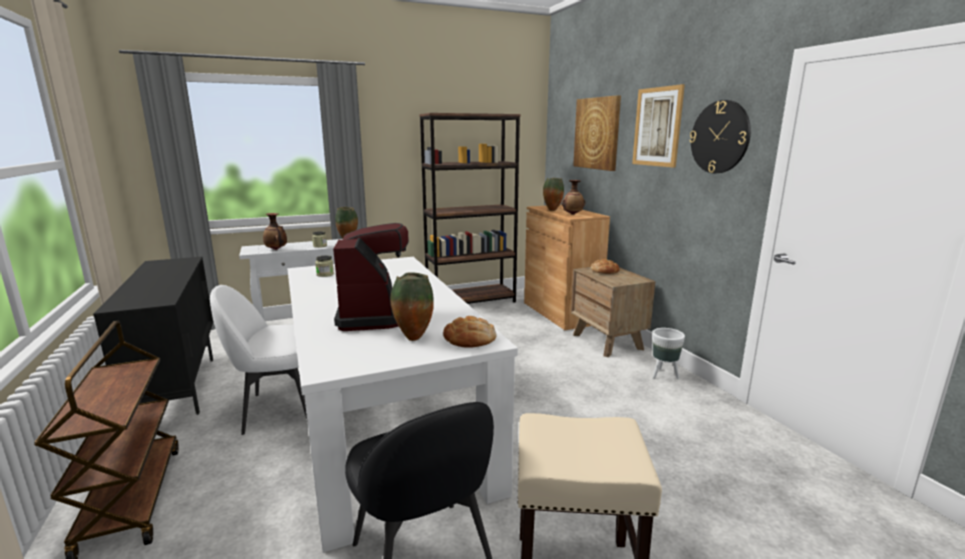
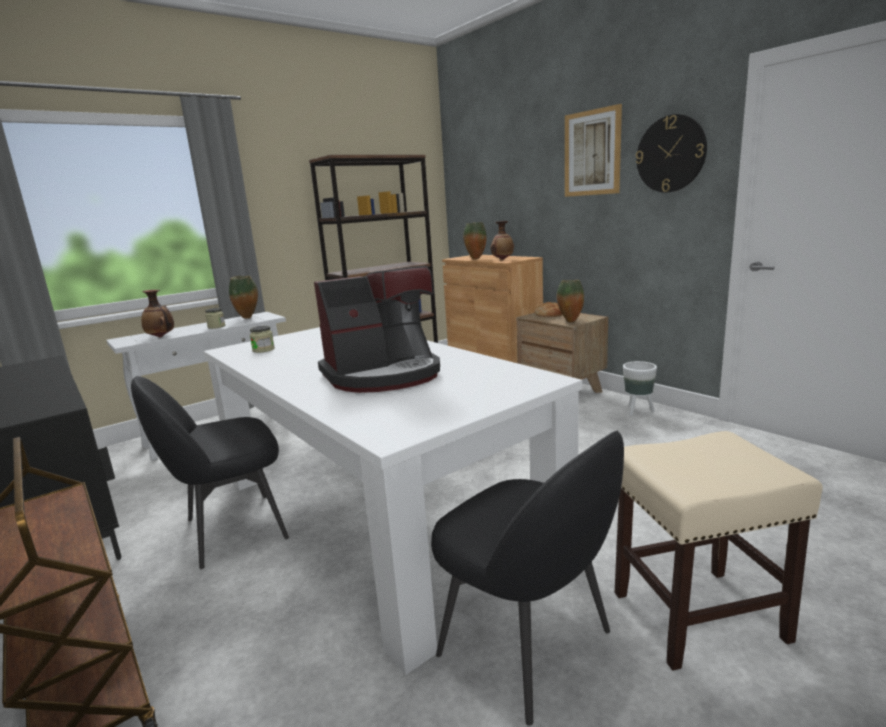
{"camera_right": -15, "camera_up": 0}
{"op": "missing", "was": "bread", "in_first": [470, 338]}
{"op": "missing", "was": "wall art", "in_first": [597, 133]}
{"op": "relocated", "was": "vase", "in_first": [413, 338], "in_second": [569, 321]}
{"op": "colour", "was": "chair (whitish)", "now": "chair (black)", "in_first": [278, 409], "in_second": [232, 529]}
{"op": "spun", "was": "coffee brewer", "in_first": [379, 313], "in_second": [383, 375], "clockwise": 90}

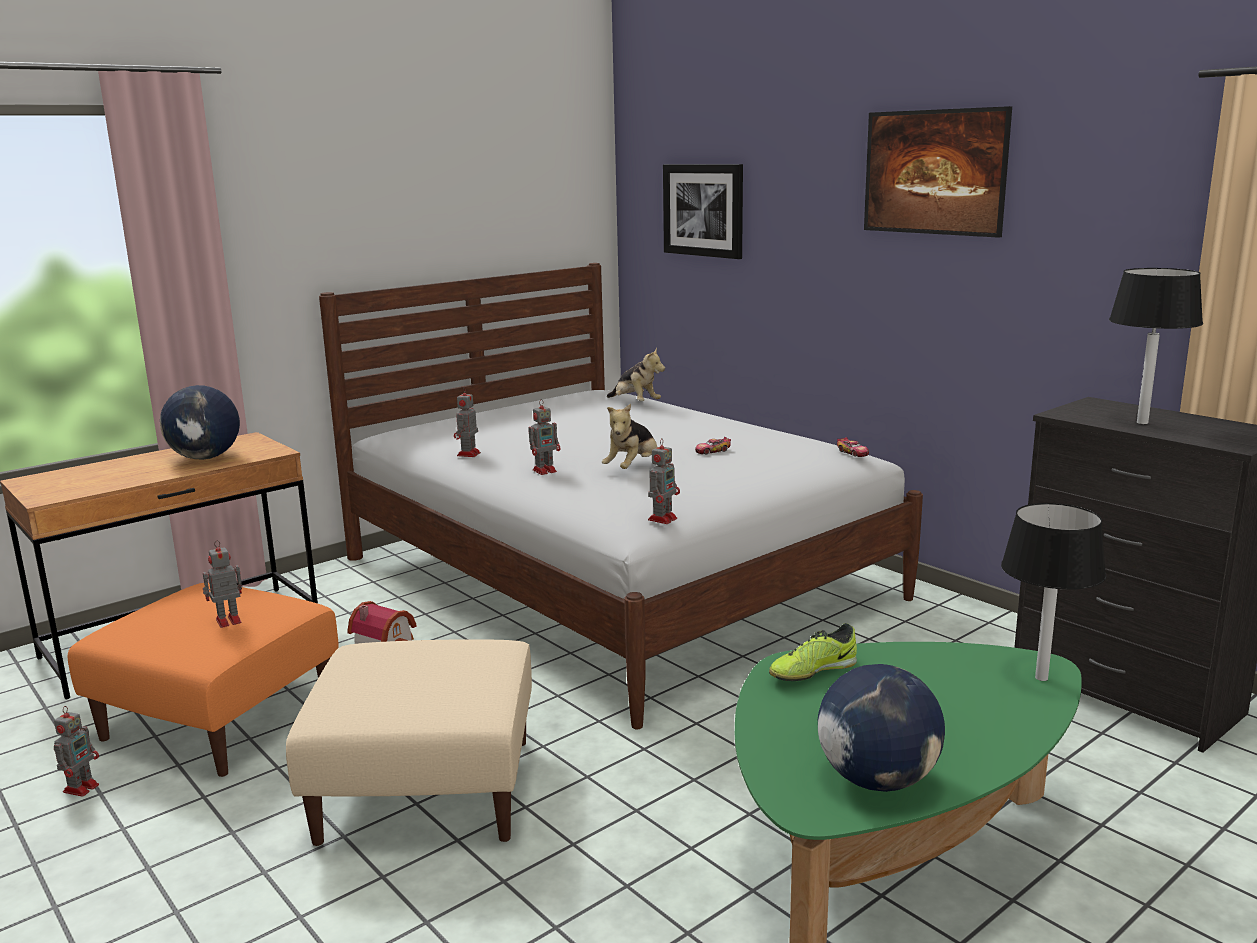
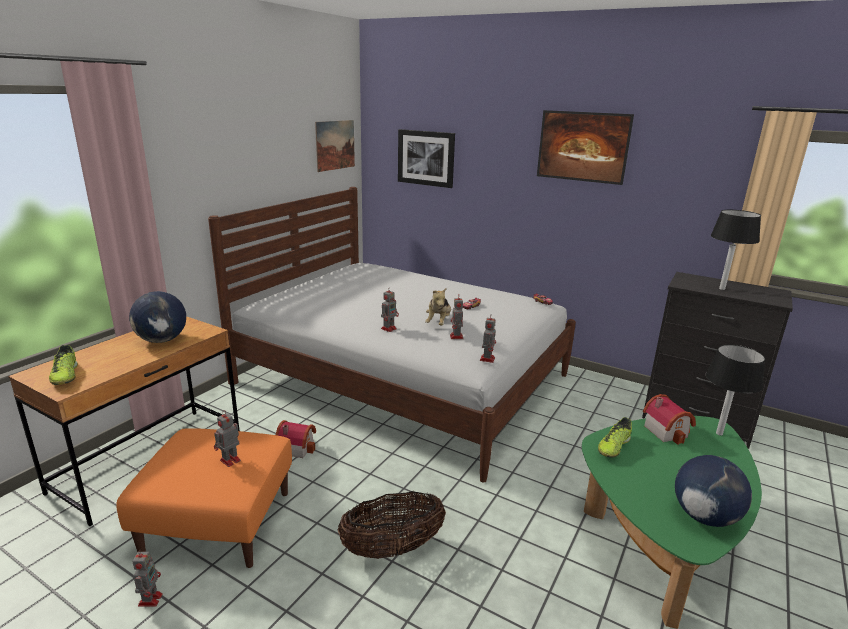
{"camera_right": -20, "camera_up": 5}
{"op": "missing", "was": "cuddly toy", "in_first": [635, 403]}
{"op": "appeared", "now": "item of footwear", "in_second": [65, 376]}
{"op": "appeared", "now": "wall art", "in_second": [335, 145]}
{"op": "appeared", "now": "toy house", "in_second": [667, 430]}
{"op": "relocated", "was": "toy robot", "in_first": [468, 454], "in_second": [456, 337]}
{"op": "exchanged", "was": "pouffe (sand-coloured)", "now": "storage basket", "in_first": [428, 789], "in_second": [392, 548]}

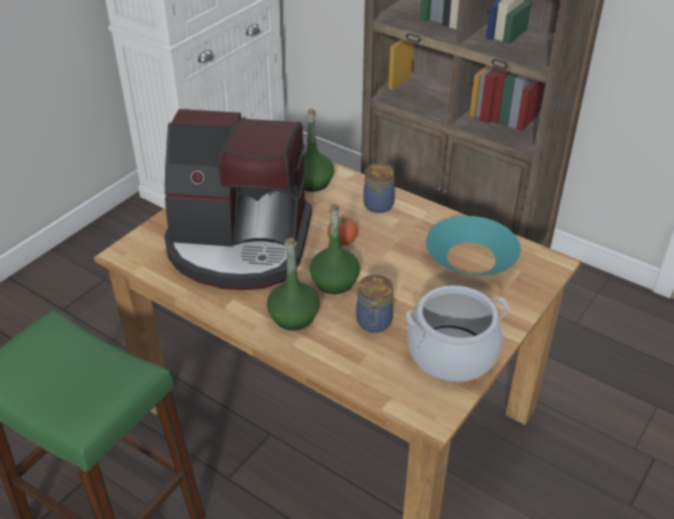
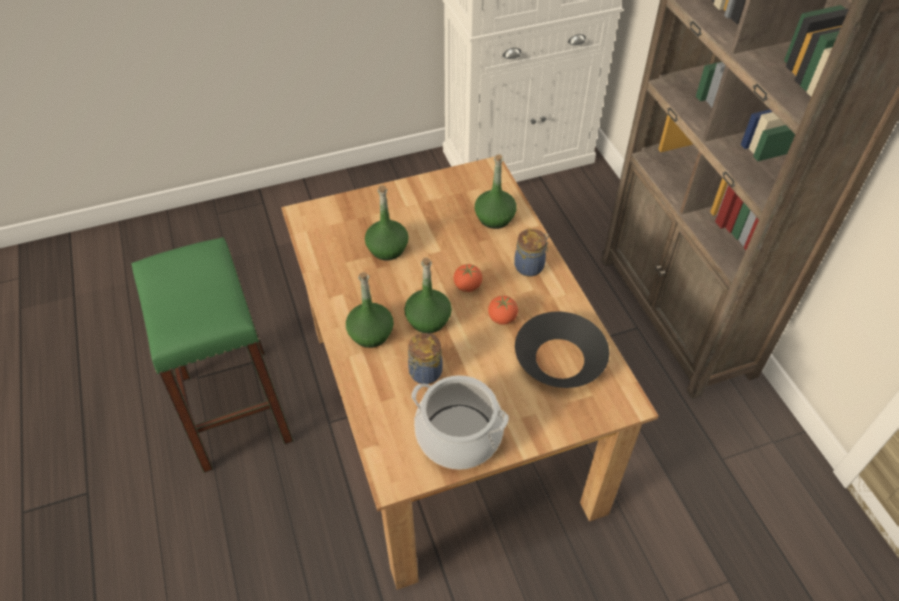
{"camera_right": 35, "camera_up": 10}
{"op": "appeared", "now": "whole tomato", "in_second": [502, 318]}
{"op": "exchanged", "was": "coffee brewer", "now": "drink bottle (green-coloured)", "in_first": [239, 245], "in_second": [387, 249]}
{"op": "colour", "was": "serving bowl (blue-green)", "now": "serving bowl (black)", "in_first": [471, 258], "in_second": [559, 358]}

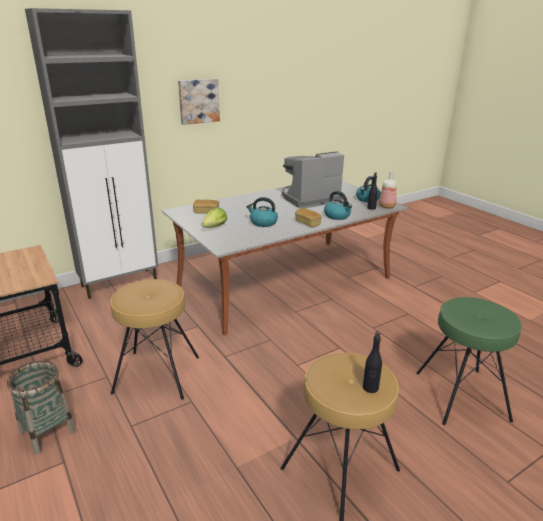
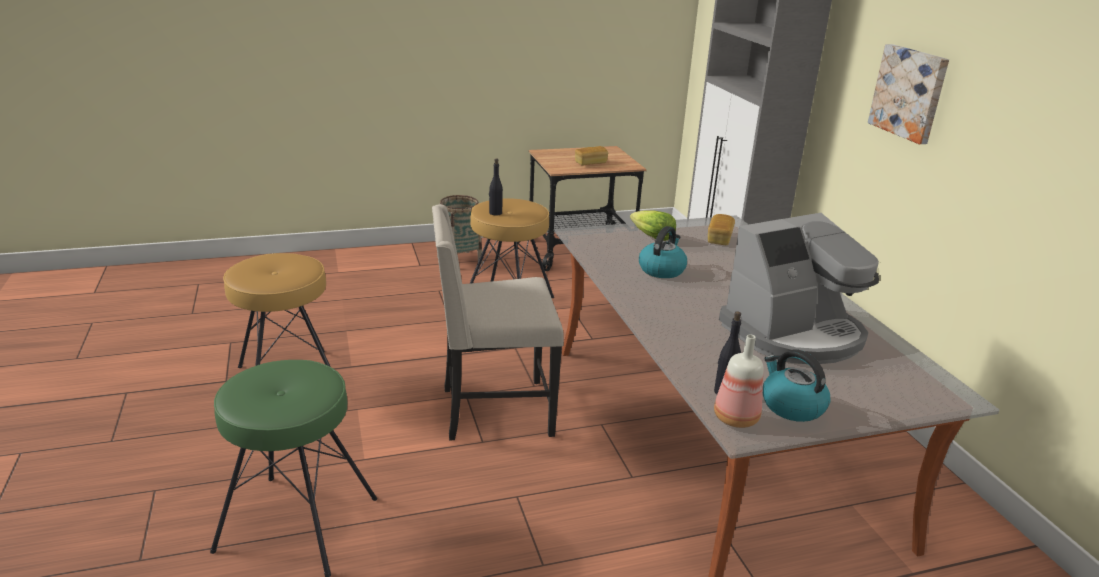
{"camera_right": 105, "camera_up": 0}
{"op": "missing", "was": "water kettle", "in_first": [337, 216]}
{"op": "appeared", "now": "chair (sand-coloured)", "in_second": [494, 411]}
{"op": "relocated", "was": "bread", "in_first": [307, 223], "in_second": [590, 163]}
{"op": "relocated", "was": "drink bottle (black)", "in_first": [370, 388], "in_second": [495, 213]}
{"op": "spun", "was": "coffee brewer", "in_first": [309, 198], "in_second": [794, 334], "clockwise": 75}

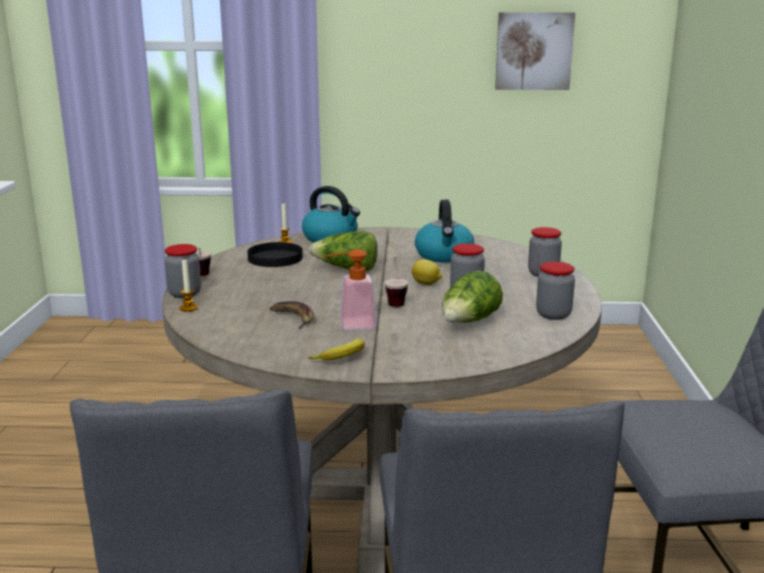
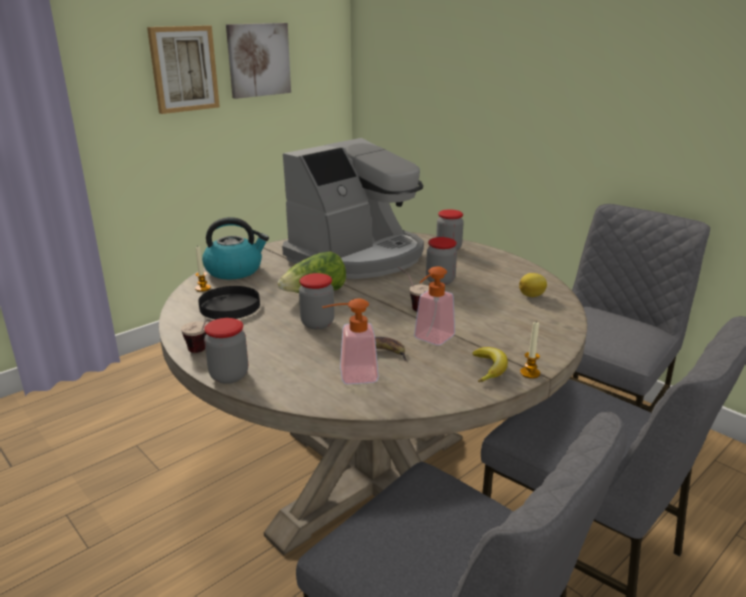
{"camera_right": -45, "camera_up": 5}
{"op": "missing", "was": "lettuce head", "in_first": [469, 322]}
{"op": "appeared", "now": "wall art", "in_second": [183, 69]}
{"op": "appeared", "now": "liquid soap bottle", "in_second": [351, 376]}
{"op": "relocated", "was": "wax light", "in_first": [188, 308], "in_second": [530, 373]}
{"op": "relocated", "was": "citrus fruit", "in_first": [426, 284], "in_second": [532, 295]}
{"op": "relocated", "was": "preserve jar", "in_first": [553, 314], "in_second": [317, 323]}
{"op": "exchanged", "was": "water kettle", "now": "coffee brewer", "in_first": [444, 255], "in_second": [357, 256]}

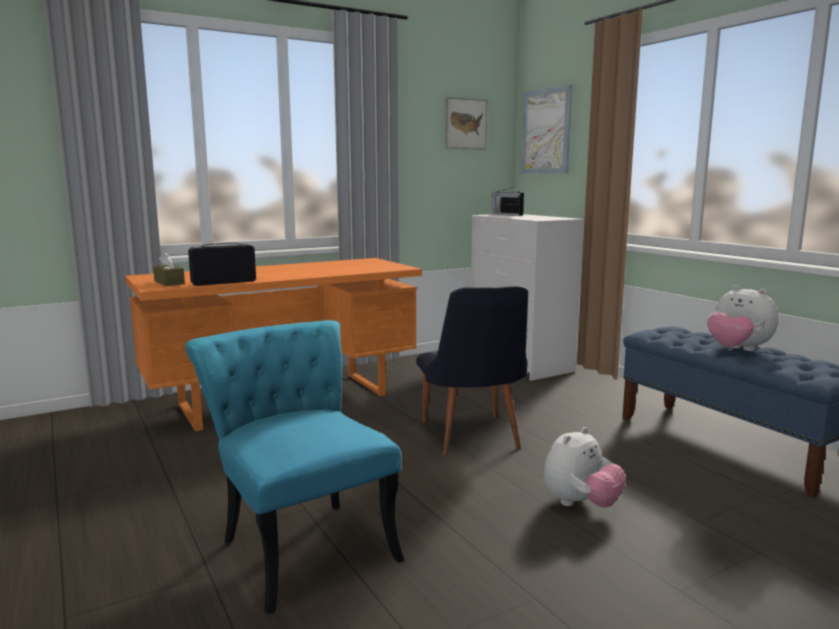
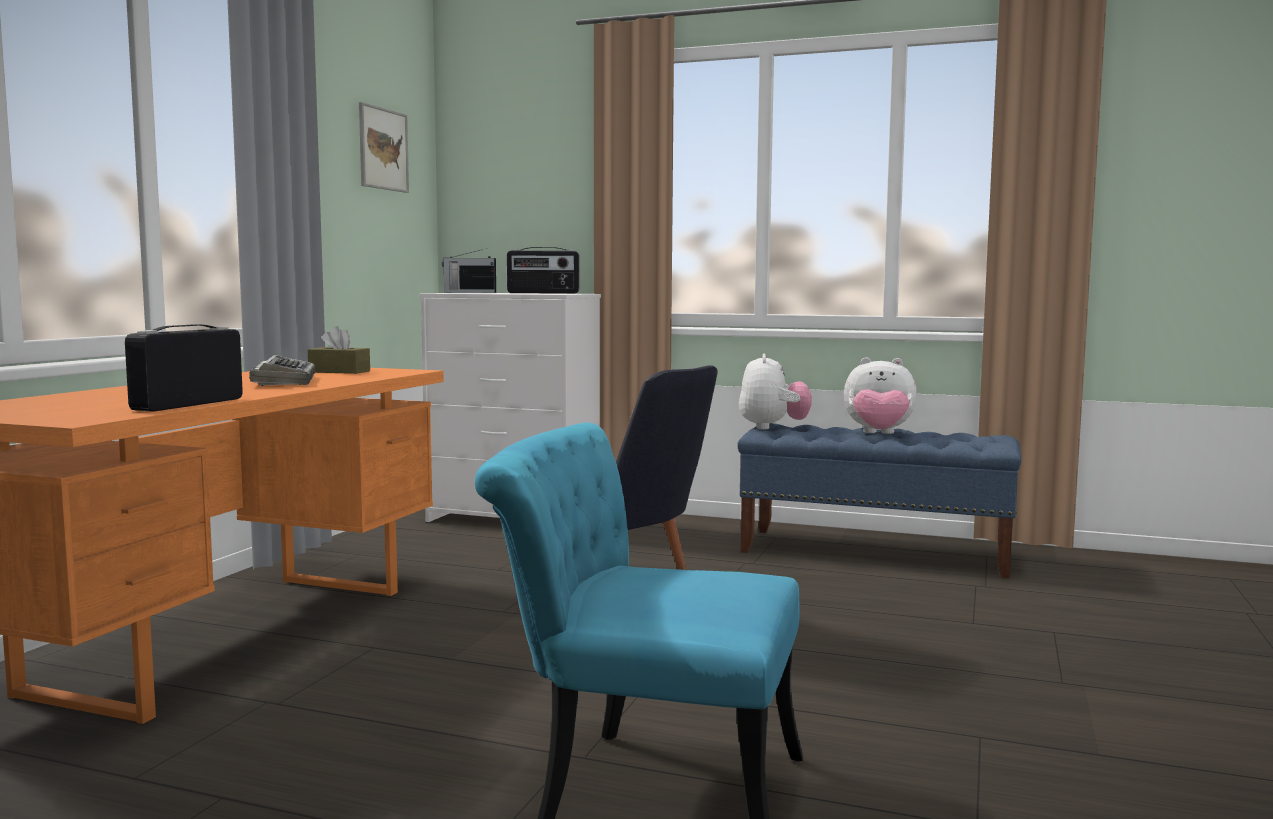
{"camera_right": -40, "camera_up": -5}
{"op": "missing", "was": "wall art", "in_first": [546, 131]}
{"op": "appeared", "now": "keyboard", "in_second": [284, 381]}
{"op": "appeared", "now": "radio", "in_second": [543, 293]}
{"op": "relocated", "was": "tissue holder (brownish)", "in_first": [169, 282], "in_second": [339, 371]}
{"op": "relocated", "was": "cuddly toy", "in_first": [580, 504], "in_second": [773, 427]}

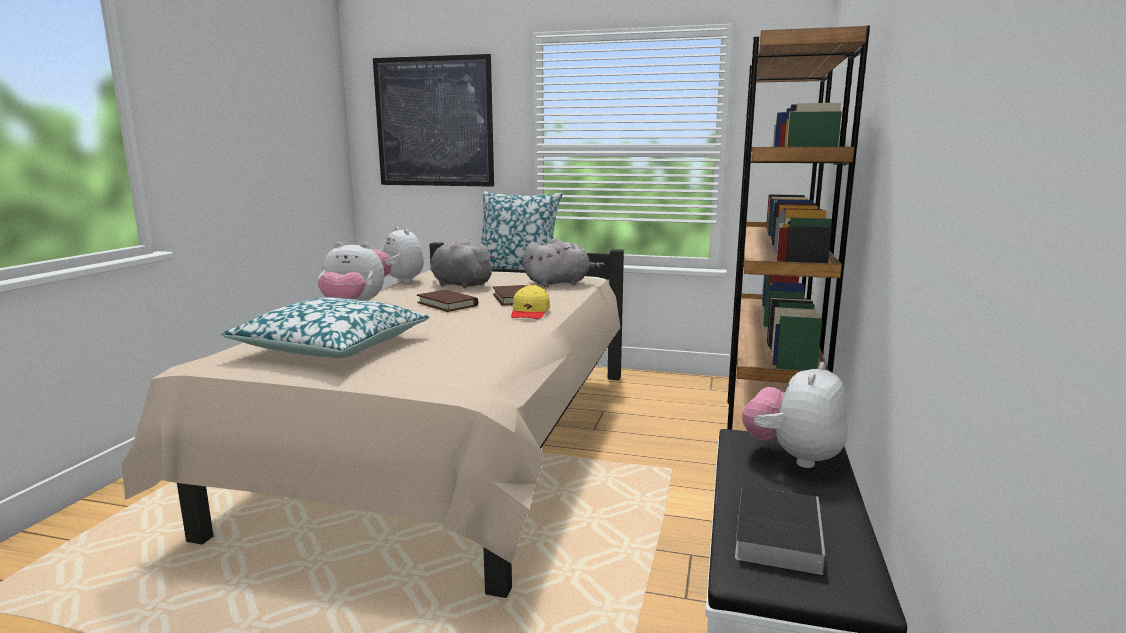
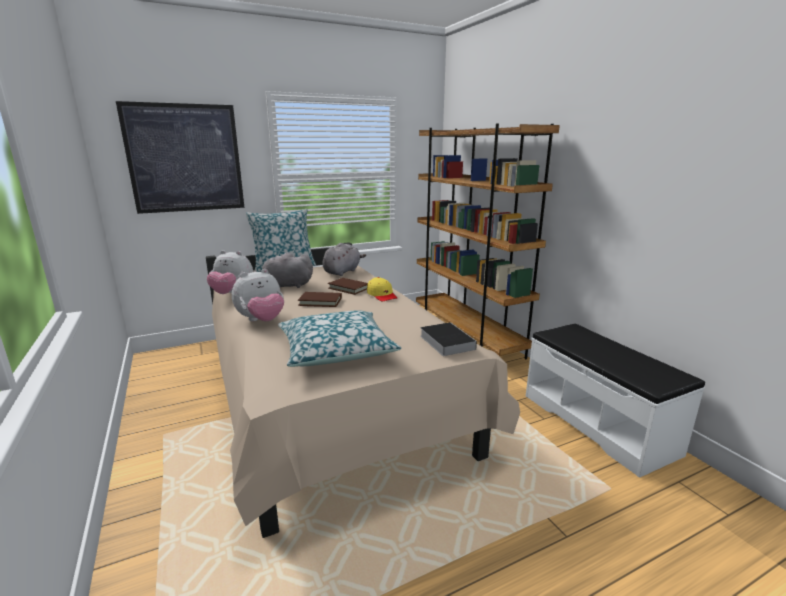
{"camera_right": -40, "camera_up": 5}
{"op": "missing", "was": "cuddly toy", "in_first": [793, 457]}
{"op": "relocated", "was": "book", "in_first": [777, 533], "in_second": [445, 341]}

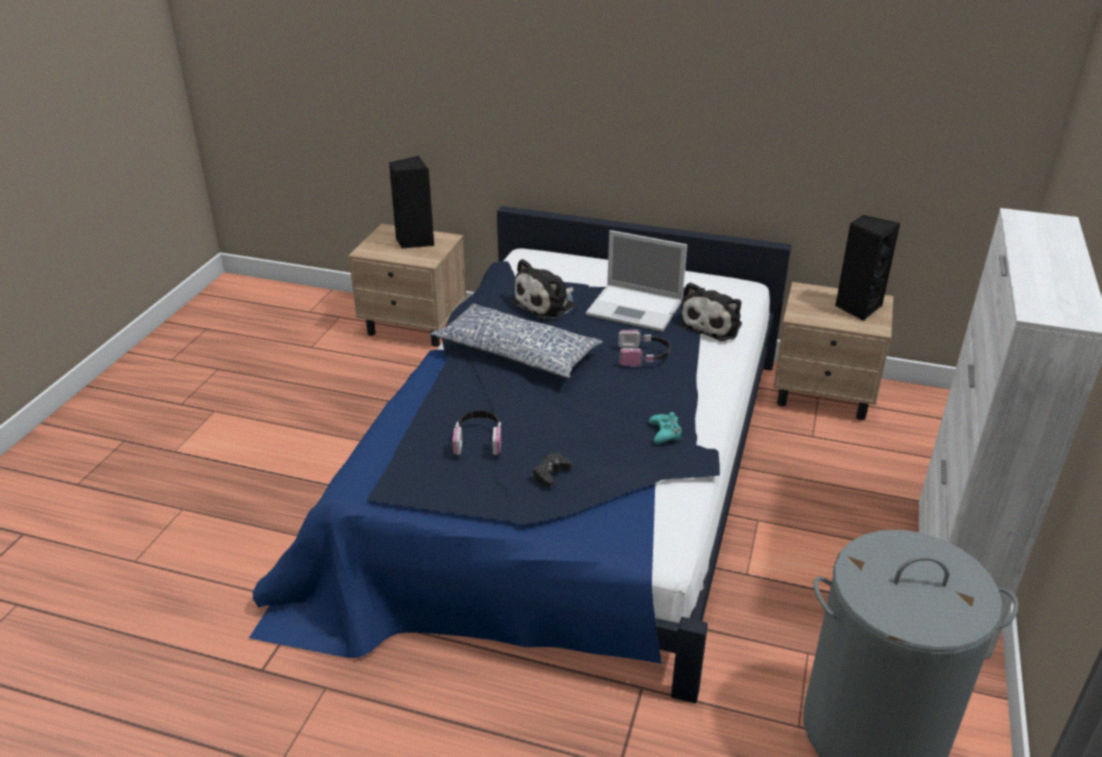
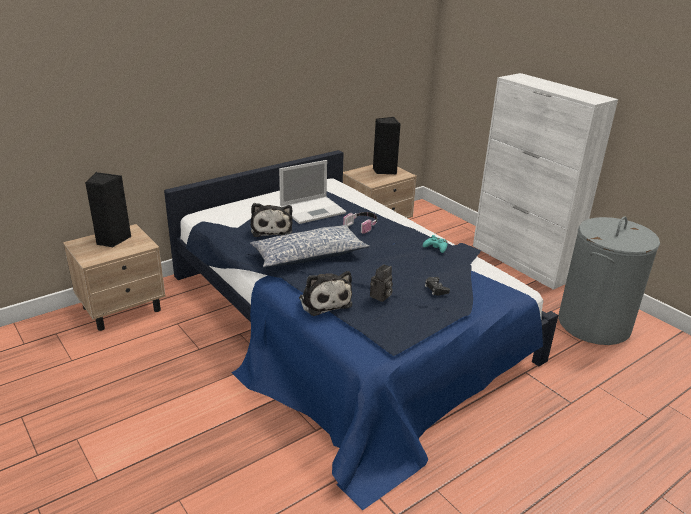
{"camera_right": -55, "camera_up": -5}
{"op": "relocated", "was": "cuddly toy", "in_first": [712, 325], "in_second": [324, 301]}
{"op": "exchanged", "was": "headset", "now": "still camera", "in_first": [478, 439], "in_second": [381, 297]}

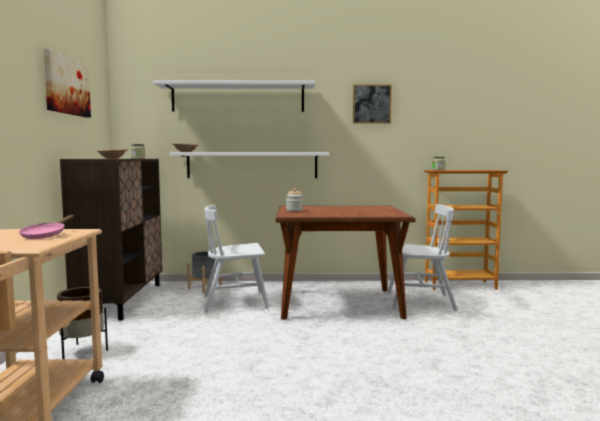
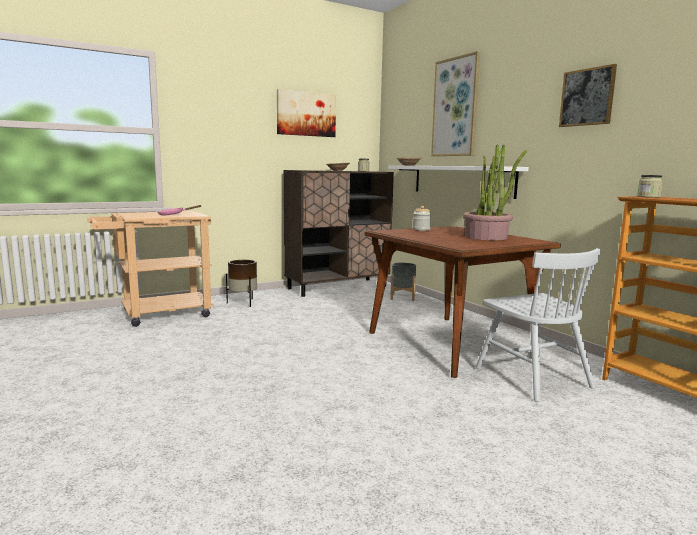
{"camera_right": 60, "camera_up": 5}
{"op": "missing", "was": "chair (whitish)", "in_first": [235, 302]}
{"op": "appeared", "now": "houseplant", "in_second": [486, 237]}
{"op": "exchanged", "was": "shelf (whitish)", "now": "wall art", "in_first": [238, 98], "in_second": [455, 107]}

